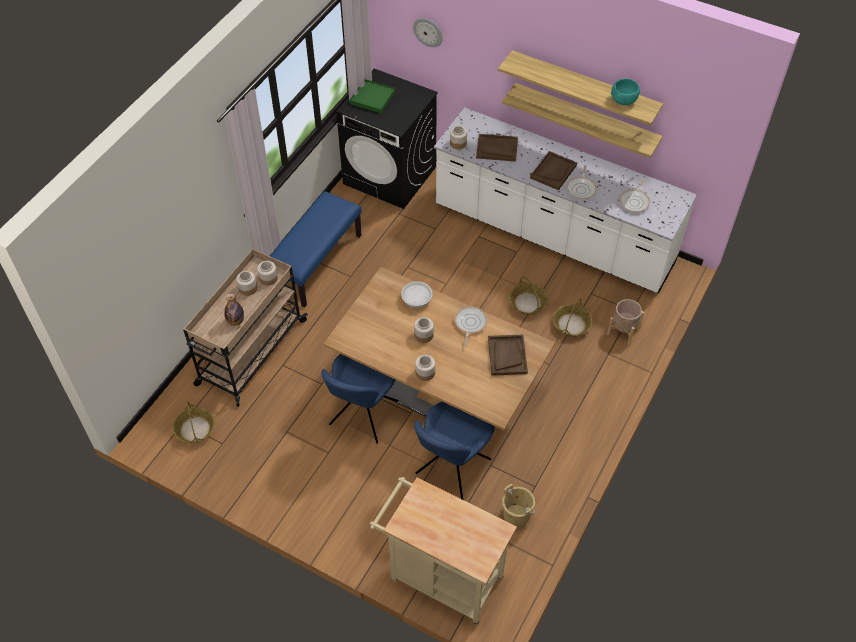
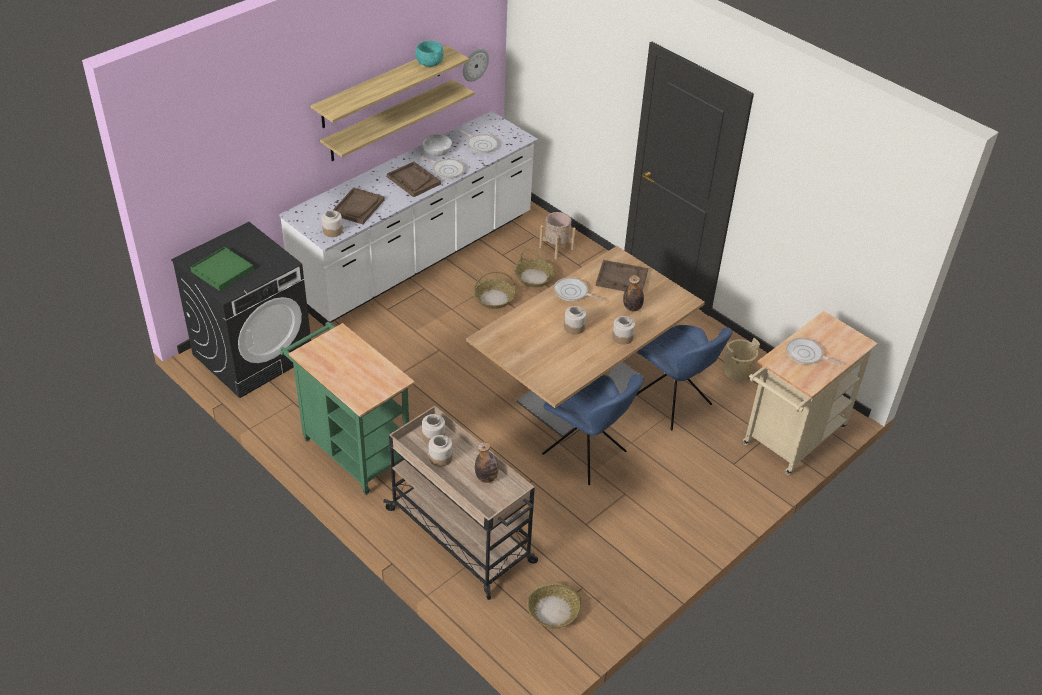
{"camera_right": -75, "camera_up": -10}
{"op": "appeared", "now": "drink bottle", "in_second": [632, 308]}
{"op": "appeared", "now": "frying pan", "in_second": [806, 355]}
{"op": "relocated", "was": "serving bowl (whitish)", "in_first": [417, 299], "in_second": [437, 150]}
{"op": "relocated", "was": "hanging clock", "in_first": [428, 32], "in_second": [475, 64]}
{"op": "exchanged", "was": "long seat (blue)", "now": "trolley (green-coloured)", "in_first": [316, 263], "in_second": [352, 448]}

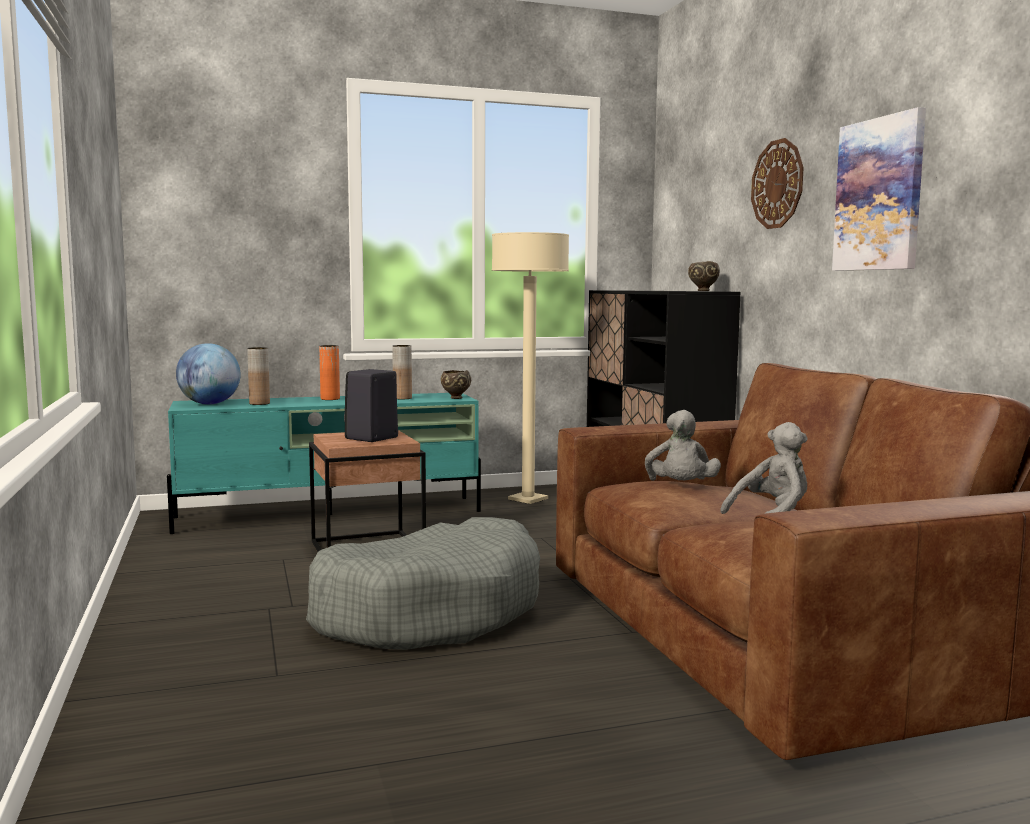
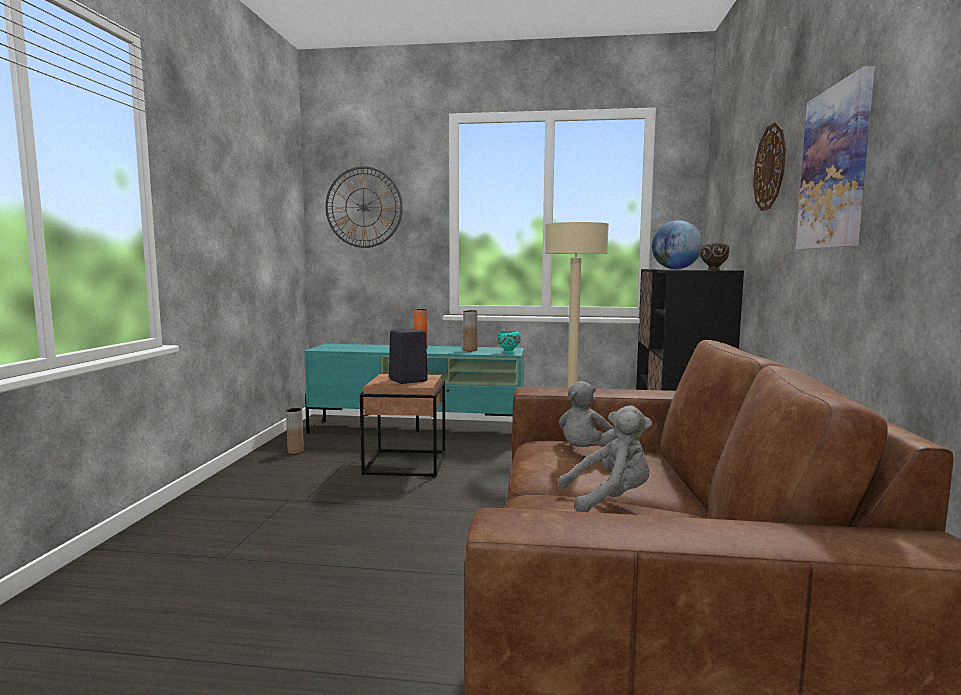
{"camera_right": 25, "camera_up": 0}
{"op": "missing", "was": "dog cushion (grey)", "in_first": [429, 612]}
{"op": "appeared", "now": "hanging clock", "in_second": [363, 207]}
{"op": "relocated", "was": "world globe", "in_first": [209, 404], "in_second": [675, 269]}
{"op": "relocated", "was": "vase (brownish)", "in_first": [259, 403], "in_second": [295, 451]}
{"op": "colour", "was": "serving bowl (brownish)", "now": "serving bowl (blue-green)", "in_first": [455, 398], "in_second": [508, 352]}

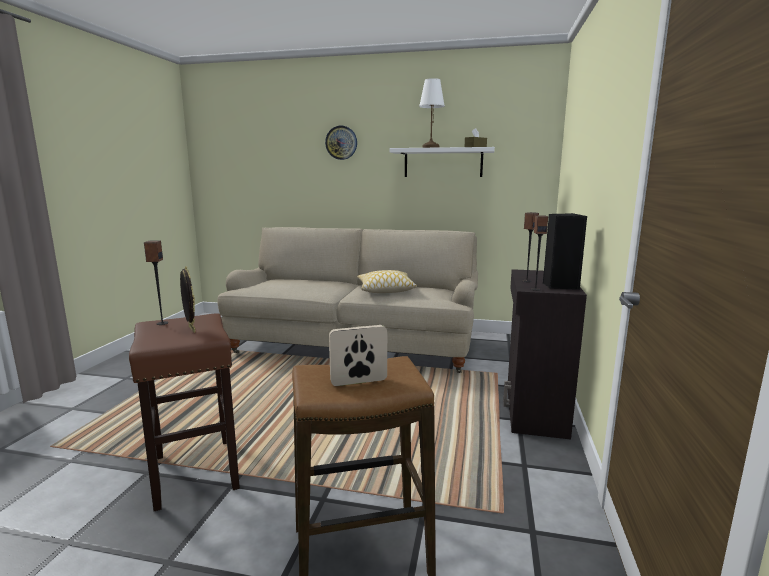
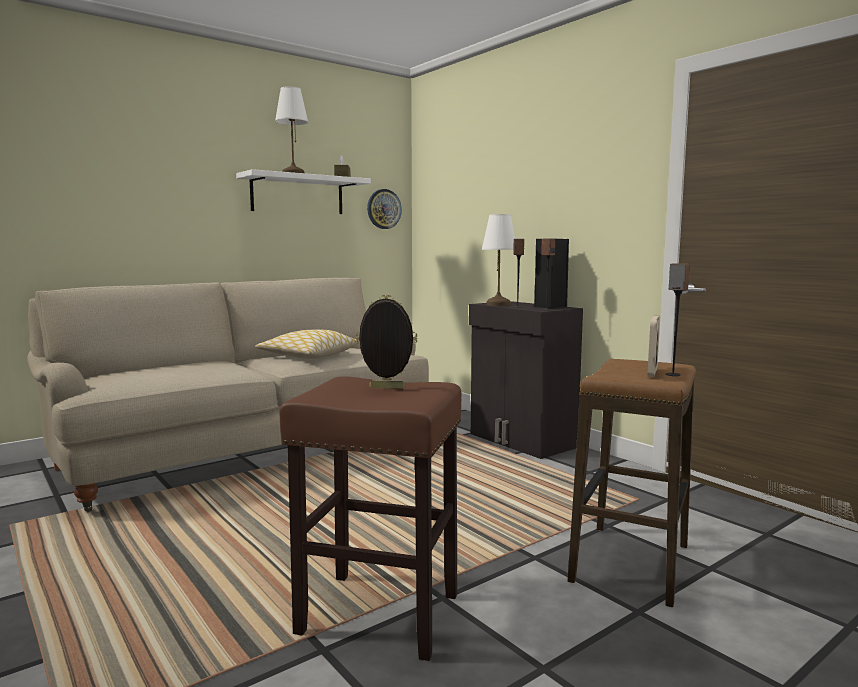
{"camera_right": -50, "camera_up": -5}
{"op": "appeared", "now": "table lamp (whitish)", "in_second": [499, 304]}
{"op": "relocated", "was": "audio speaker", "in_first": [162, 323], "in_second": [673, 374]}
{"op": "relocated", "was": "hanging clock", "in_first": [341, 142], "in_second": [383, 209]}

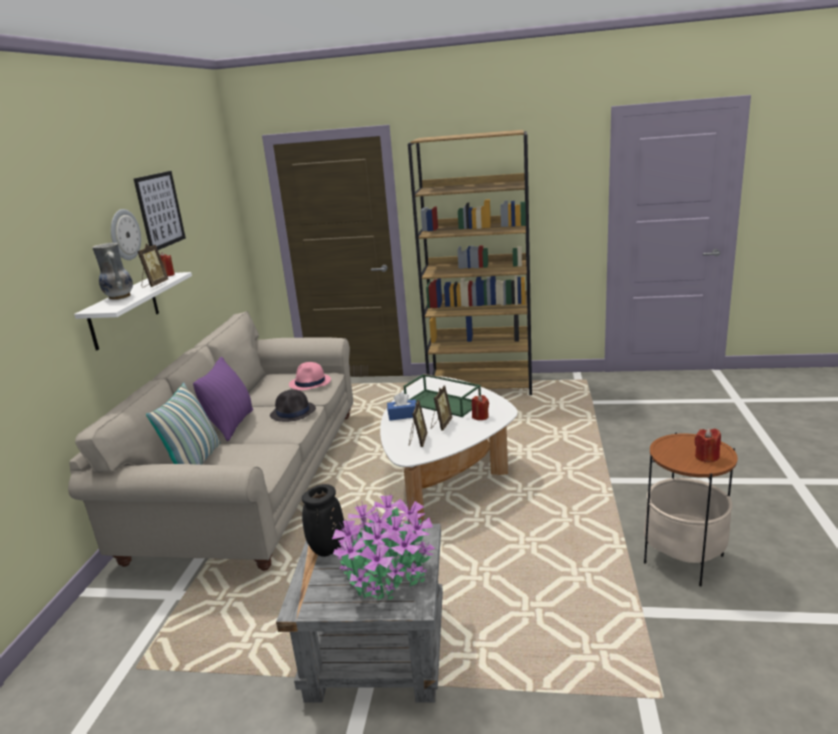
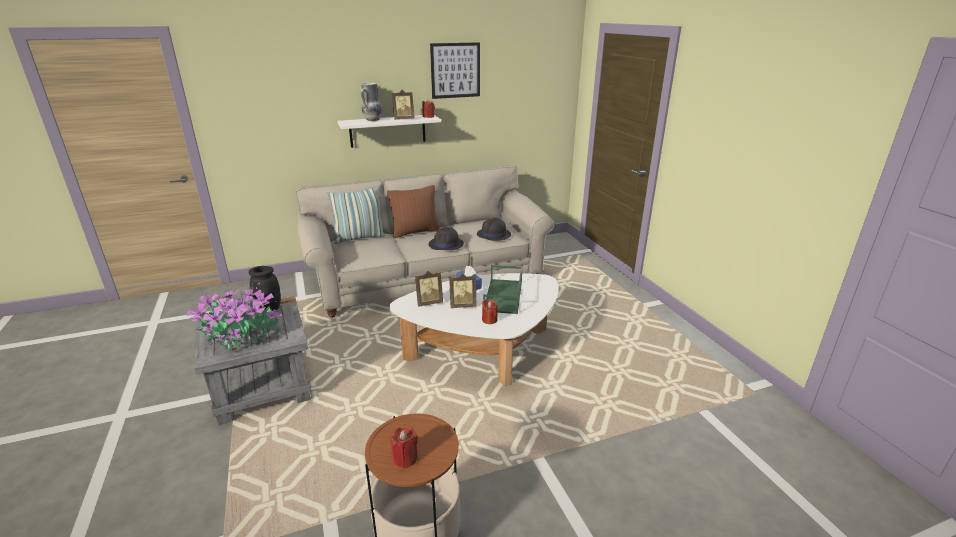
{"camera_right": 60, "camera_up": 5}
{"op": "missing", "was": "hanging clock", "in_first": [124, 234]}
{"op": "missing", "was": "shelving unit (brownish)", "in_first": [481, 385]}
{"op": "colour", "was": "throw pillow (purplish)", "now": "throw pillow (brownish)", "in_first": [231, 425], "in_second": [416, 232]}
{"op": "colour", "was": "hat (pinkish)", "now": "hat (black)", "in_first": [310, 383], "in_second": [493, 235]}

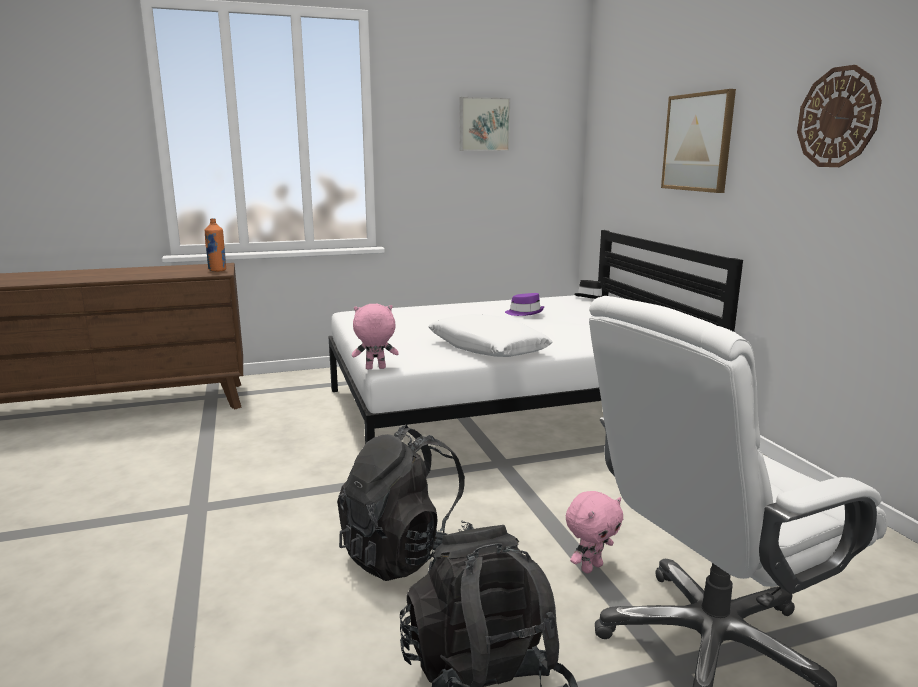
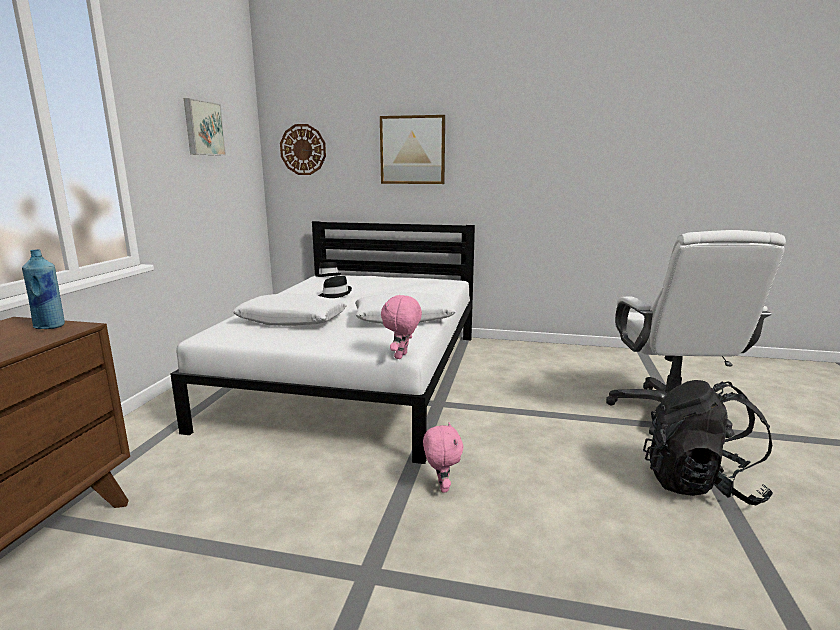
{"camera_right": -60, "camera_up": 0}
{"op": "missing", "was": "knapsack (black)", "in_first": [405, 554]}
{"op": "appeared", "now": "throw pillow (whitish)", "in_second": [291, 320]}
{"op": "relocated", "was": "cuddly toy (pinkish)", "in_first": [591, 567], "in_second": [441, 487]}
{"op": "relocated", "was": "hanging clock", "in_first": [838, 117], "in_second": [303, 149]}
{"op": "colour", "was": "drink bottle (orangey)", "now": "drink bottle (blue)", "in_first": [217, 270], "in_second": [50, 326]}
{"op": "colour", "was": "hat (purplish)", "now": "hat (black)", "in_first": [524, 312], "in_second": [335, 294]}

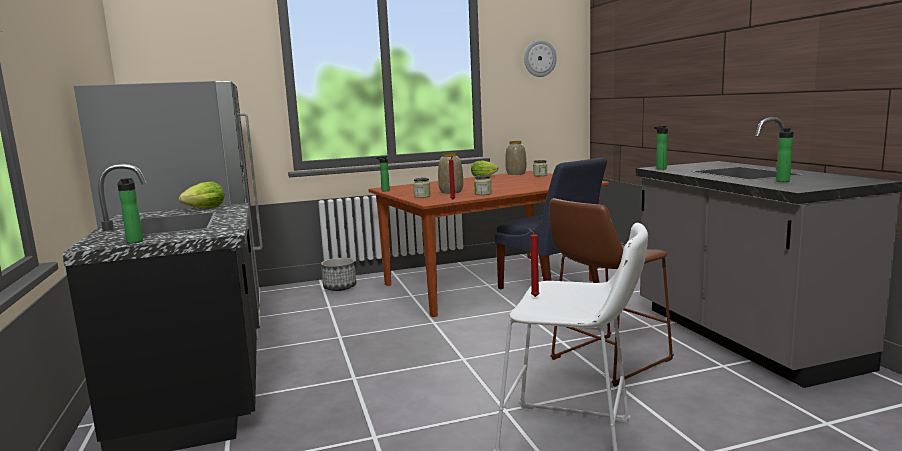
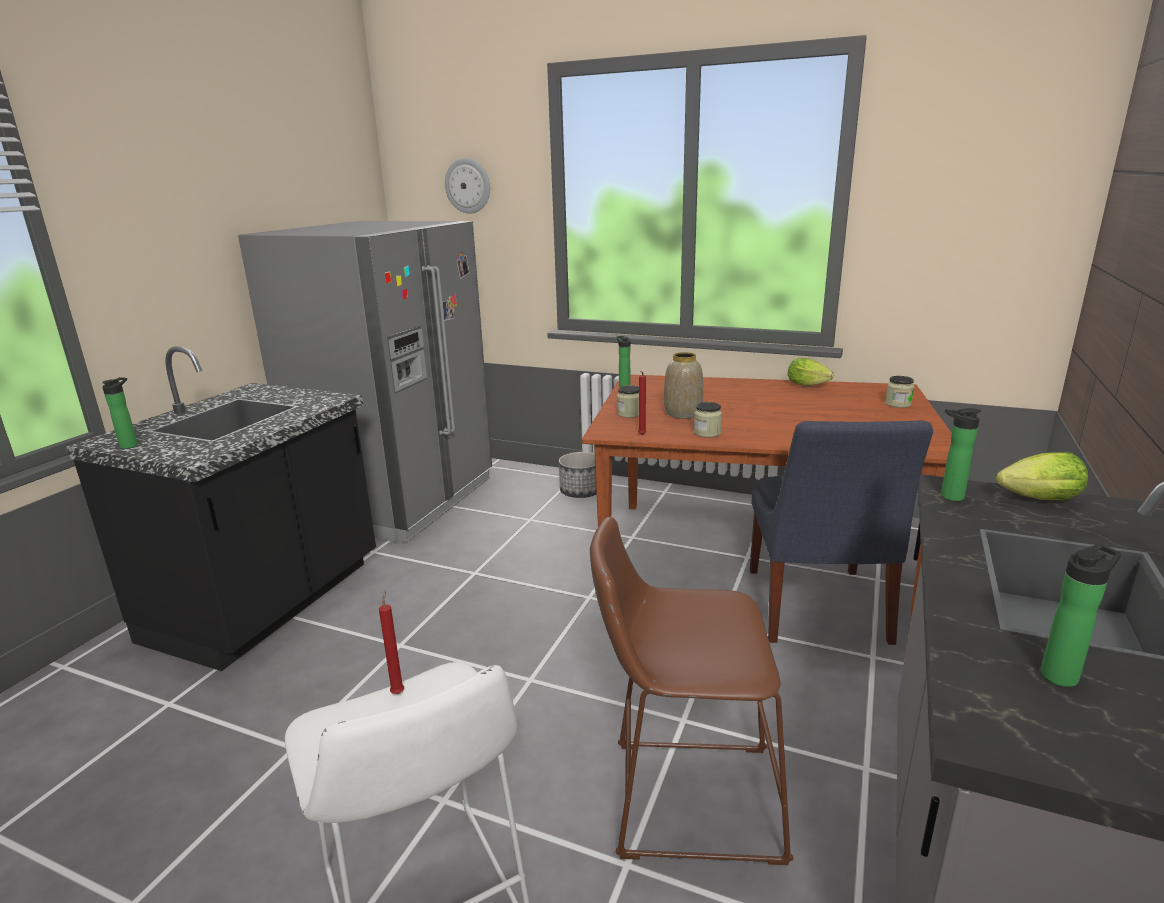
{"camera_right": 40, "camera_up": 10}
{"op": "missing", "was": "vase", "in_first": [516, 174]}
{"op": "relocated", "was": "lettuce head", "in_first": [203, 209], "in_second": [1034, 500]}
{"op": "relocated", "was": "hanging clock", "in_first": [539, 58], "in_second": [468, 186]}

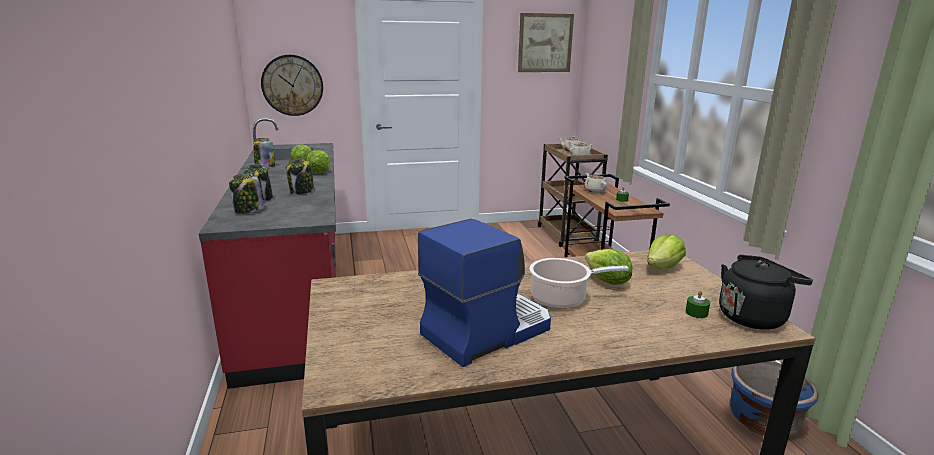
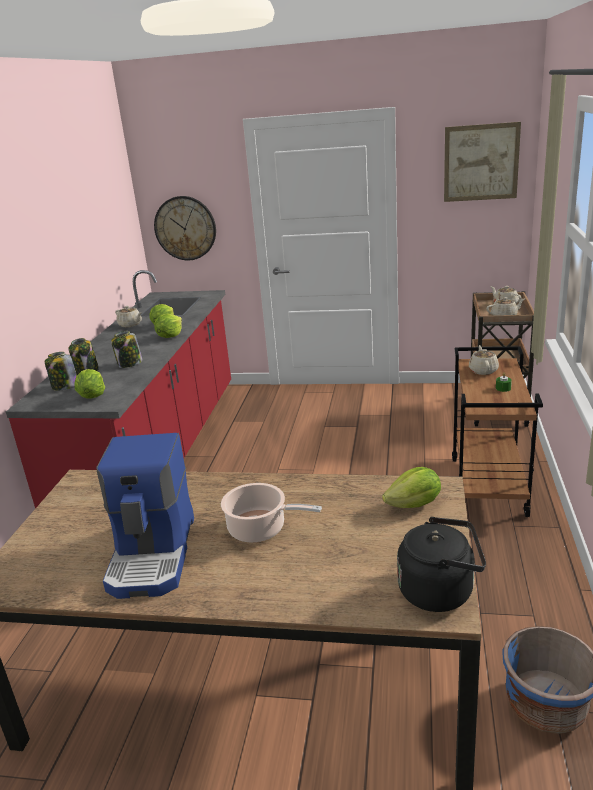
{"camera_right": 25, "camera_up": 5}
{"op": "missing", "was": "wax light (green-coloured)", "in_first": [696, 313]}
{"op": "relocated", "was": "lettuce head", "in_first": [607, 281], "in_second": [92, 396]}
{"op": "exchanged", "was": "preserve jar", "now": "tea pot (sand-coloured)", "in_first": [265, 166], "in_second": [130, 324]}
{"op": "spun", "was": "coffee brewer", "in_first": [486, 330], "in_second": [154, 554], "clockwise": 105}

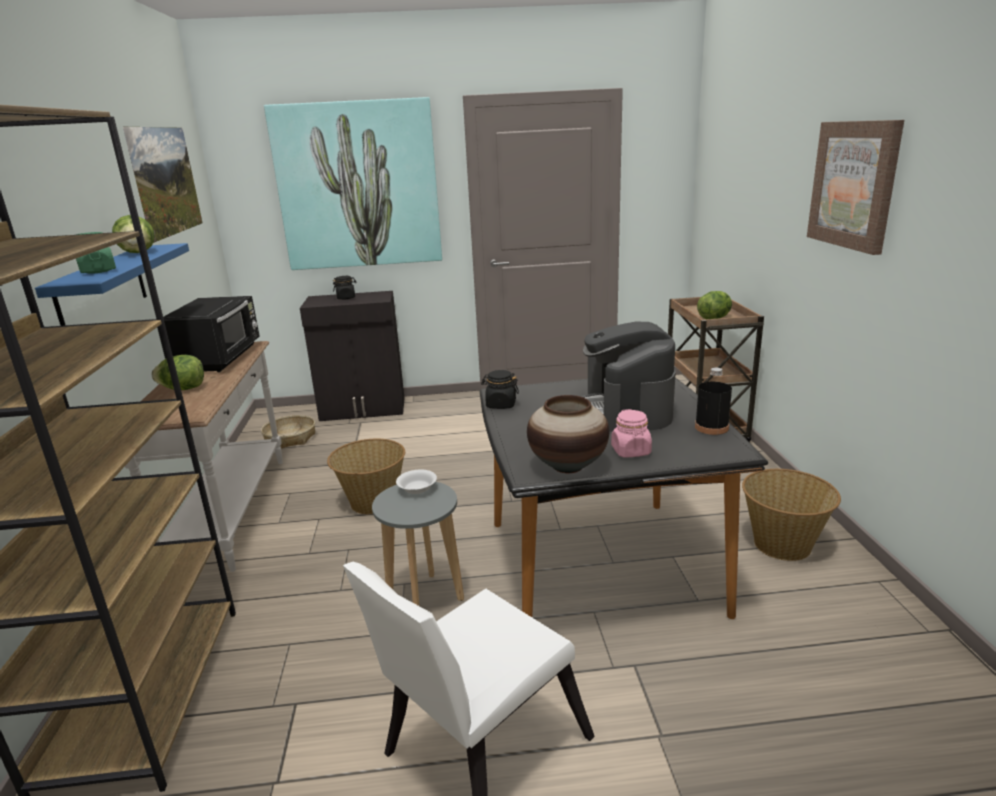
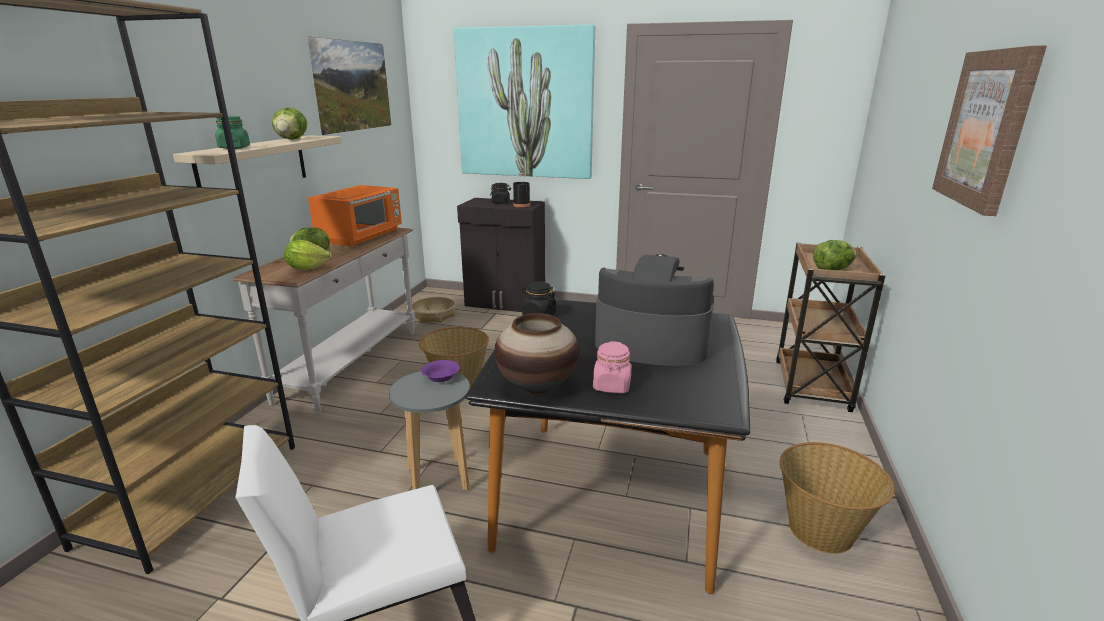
{"camera_right": 20, "camera_up": 0}
{"op": "appeared", "now": "lettuce head", "in_second": [307, 268]}
{"op": "relocated", "was": "drink bottle (black)", "in_first": [711, 427], "in_second": [521, 205]}
{"op": "colour", "was": "shelf (blue)", "now": "shelf (sand-coloured)", "in_first": [103, 290], "in_second": [254, 166]}
{"op": "colour", "was": "kitchen microwave (black)", "now": "kitchen microwave (orangey)", "in_first": [219, 359], "in_second": [362, 237]}
{"op": "colour", "was": "serving bowl (whitish)", "now": "serving bowl (purplish)", "in_first": [418, 489], "in_second": [441, 378]}
{"op": "spun", "was": "coffee brewer", "in_first": [626, 409], "in_second": [650, 343], "clockwise": 90}

